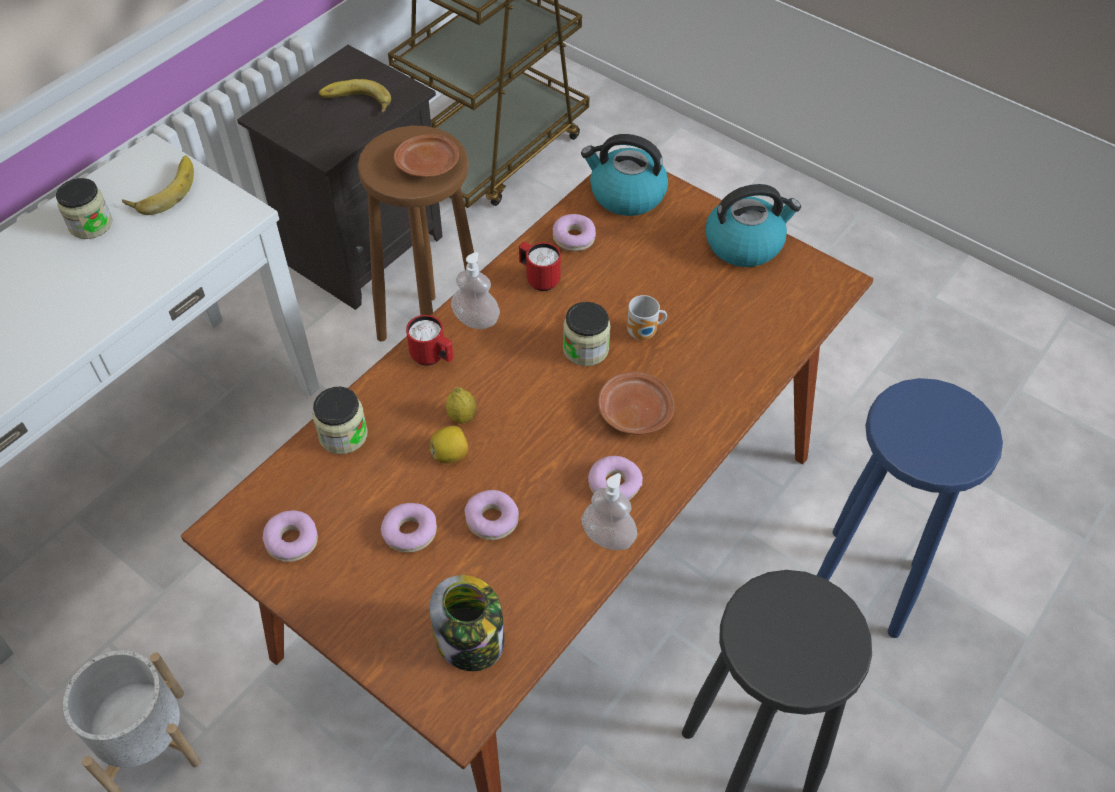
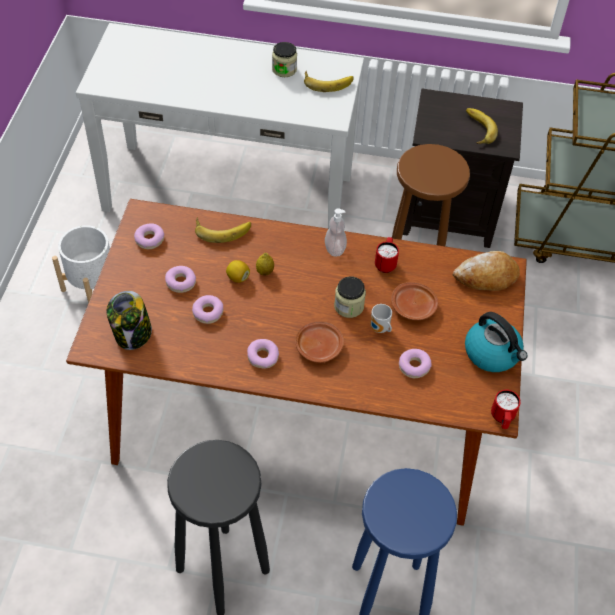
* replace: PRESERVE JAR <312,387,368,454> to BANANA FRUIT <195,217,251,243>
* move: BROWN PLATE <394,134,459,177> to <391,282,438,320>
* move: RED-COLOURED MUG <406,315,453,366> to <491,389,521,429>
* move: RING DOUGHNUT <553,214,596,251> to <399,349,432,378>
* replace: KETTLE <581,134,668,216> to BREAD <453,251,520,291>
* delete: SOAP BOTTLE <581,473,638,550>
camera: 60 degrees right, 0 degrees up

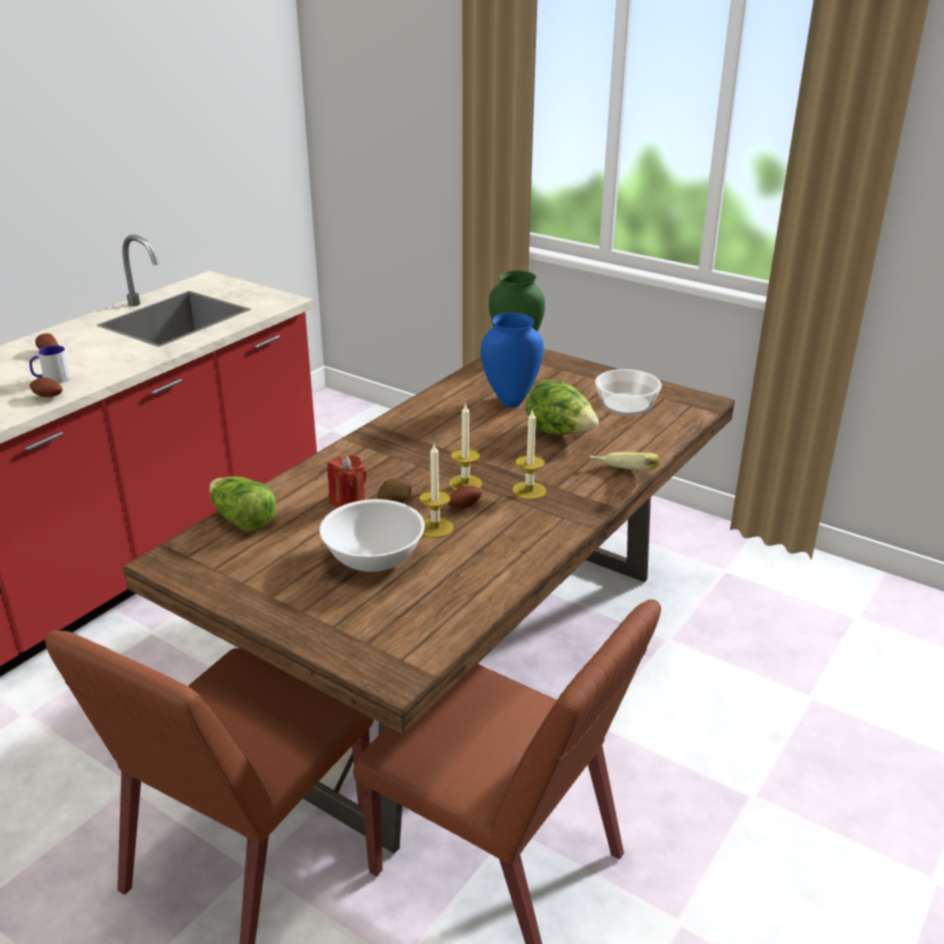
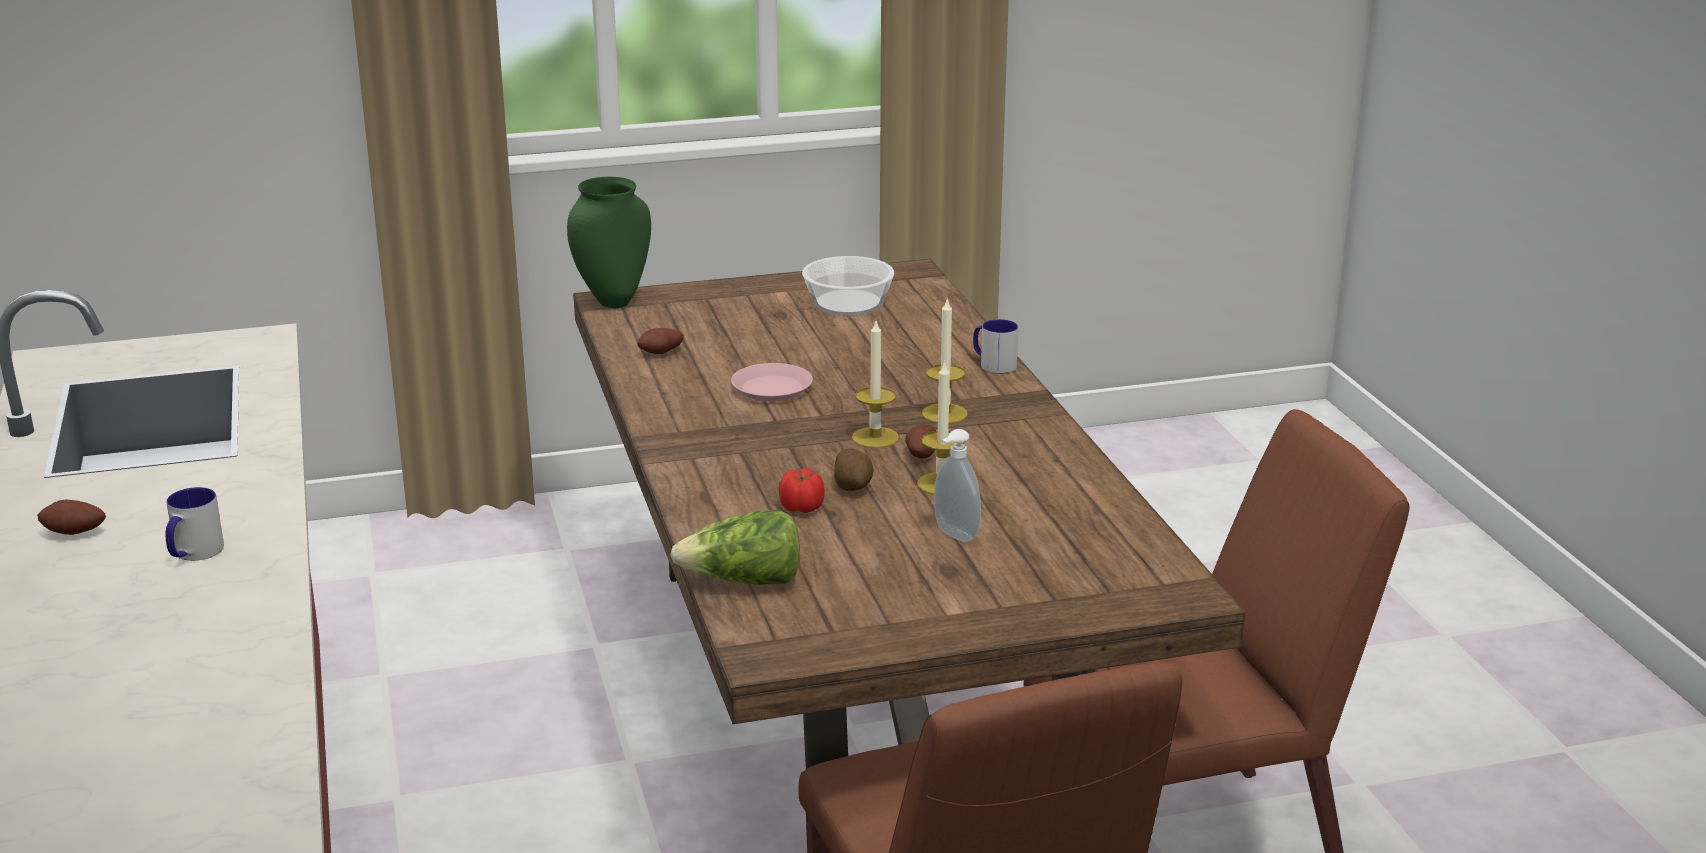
* move: SPUD <30,377,63,397> to <637,328,684,354>
* replace: WHITE DEEP DISH <320,499,425,572> to SOAP BOTTLE <934,429,981,542>
* replace: RED-COLOURED CANDLE <327,455,367,508> to WHOLE TOMATO <779,468,825,513>
* delete: BLUISH VASE <481,313,544,408>
* delete: HEAD OF LETTUCE <526,379,599,435>
* replace: BANANA FRUIT <589,452,659,470> to MUG <973,319,1018,374>
* insert: PINK-COLOURED PLATE <731,363,813,402>
camera: 50 degrees left, 5 degrees down

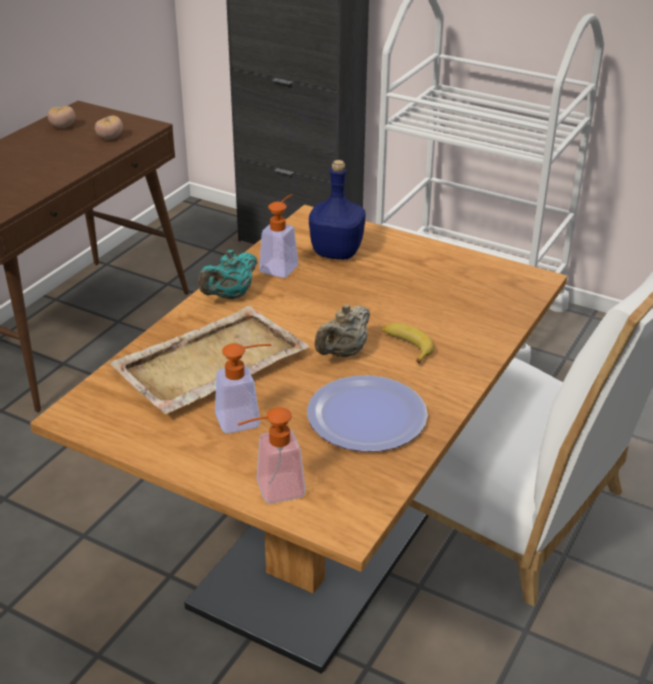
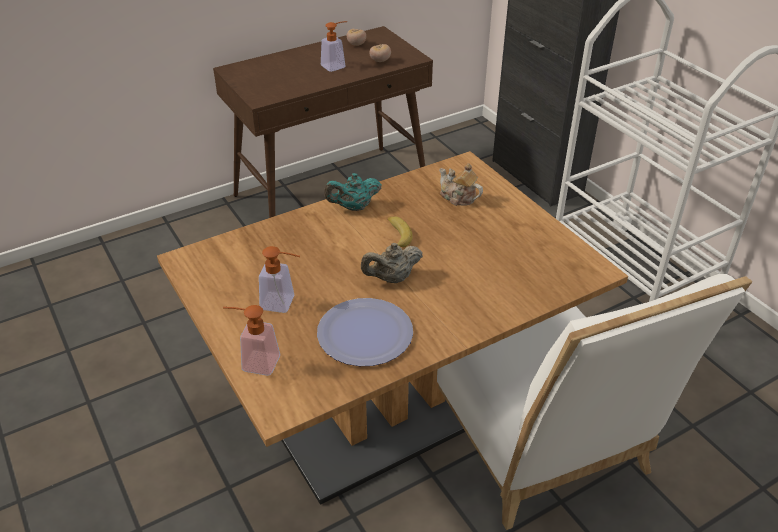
* delete: SAND-COLOURED TRAY <109,306,310,414>
* move: SOAP BOTTLE <259,194,298,278> to <321,21,348,72>
* replace: BLUISH BOTTLE <309,160,366,260> to POT FOR TEA <439,163,483,206>
* move: BANANA FRUIT <382,323,434,364> to <388,216,413,247>
camera: 30 degrees right, 5 degrees up

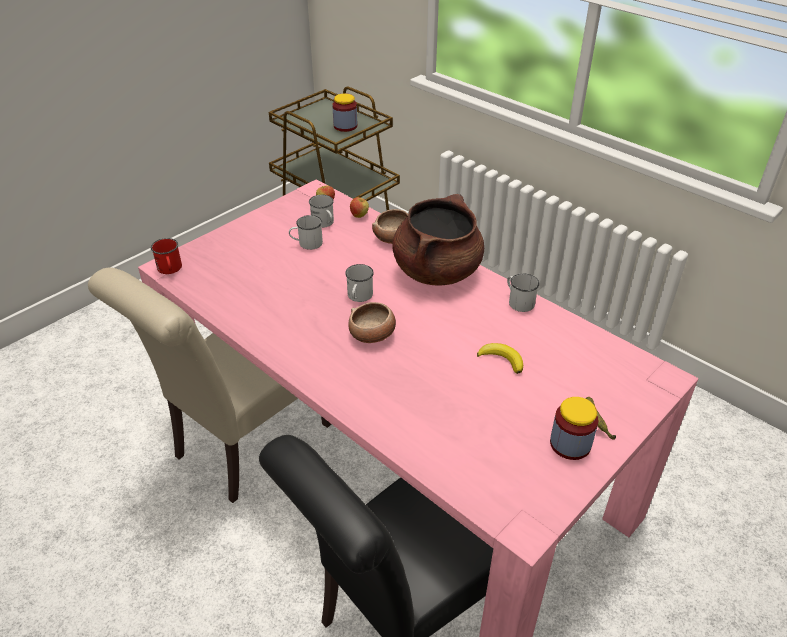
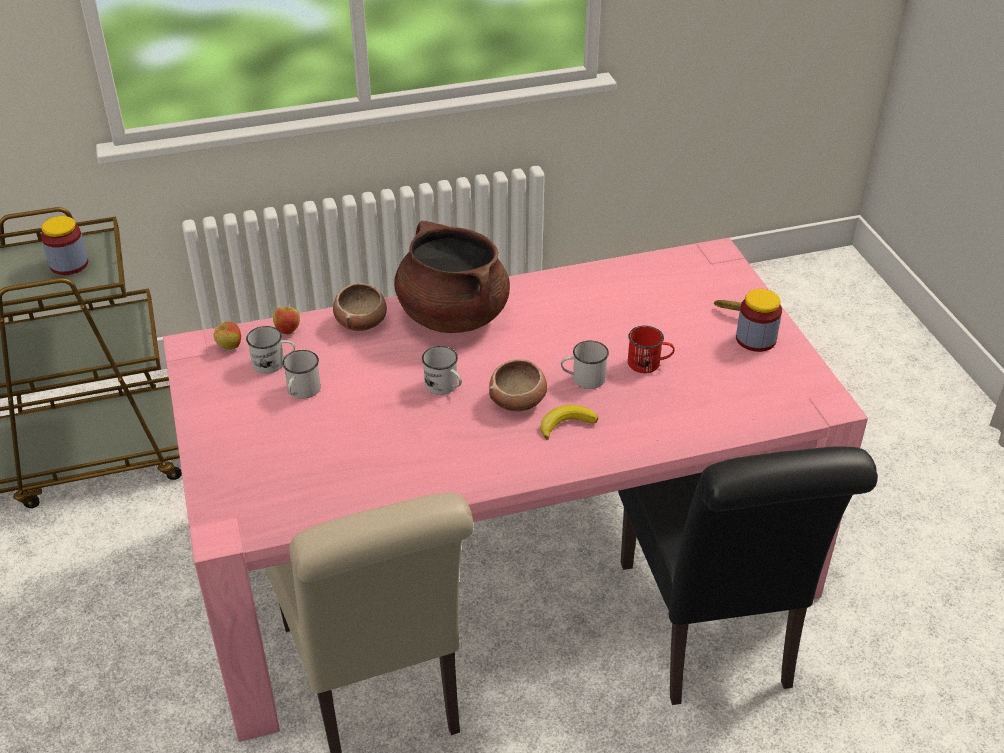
* move: RED-COLOURED MUG <151,238,182,274> to <628,326,674,373>
* move: BANANA FRUIT <477,343,523,374> to <540,405,598,440>
* move: WHITE MUG <507,273,540,312> to <561,341,609,389>
camera: 60 degrees left, 0 degrees up

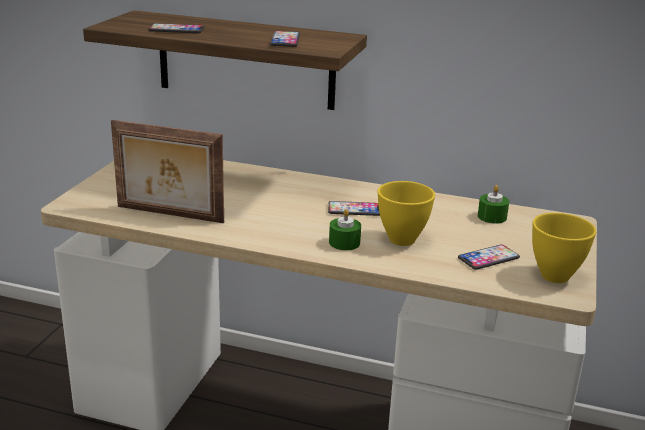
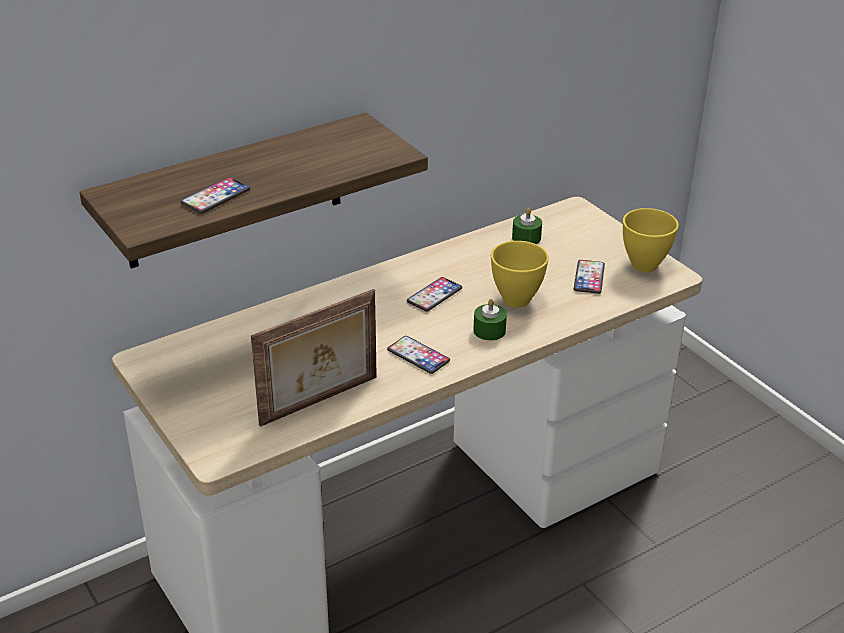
* move: TELEPHONE <270,31,300,47> to <387,336,450,374>
camera: 50 degrees left, 10 degrees up

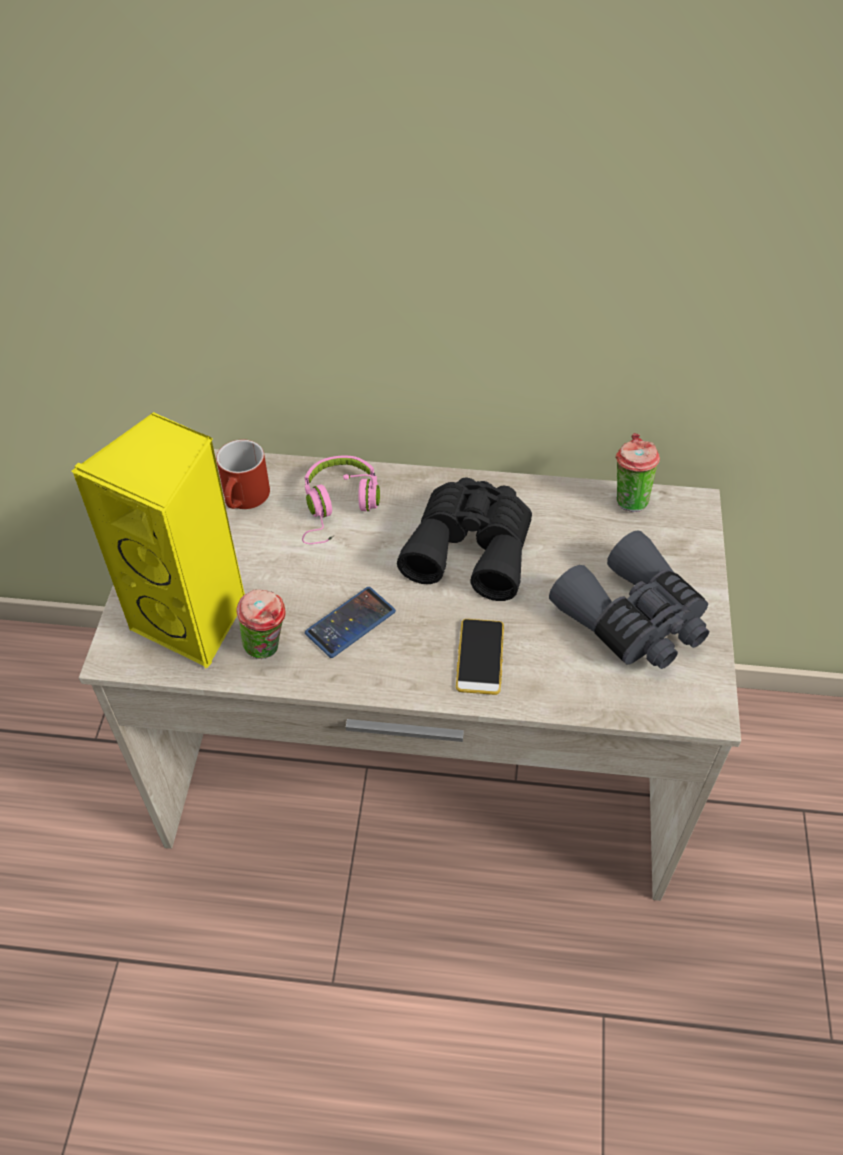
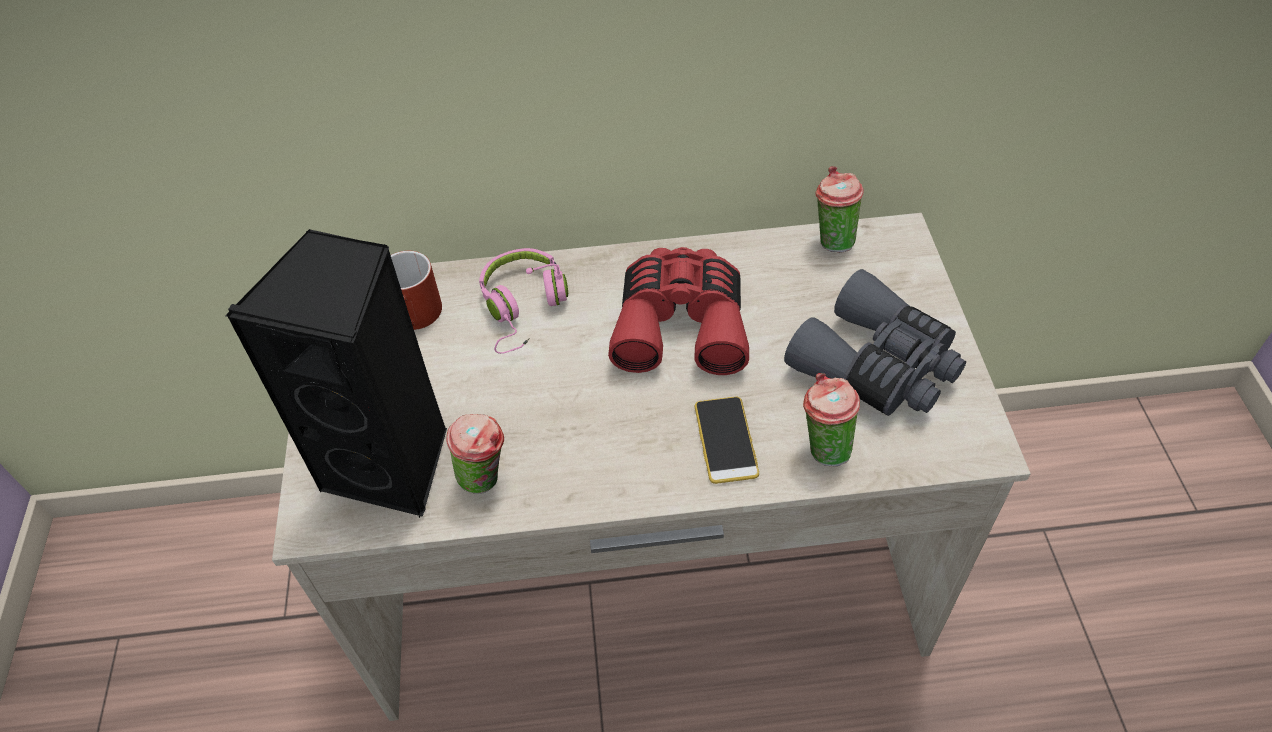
* recolor: YELLOW-COLOURED LOUDSPEAKER <71,412,245,669> to BLACKISH LOUDSPEAKER <225,229,447,518>
* delete: TELEPHONE <305,587,396,658>
* recolor: BLACKISH FIELD GLASSES <397,477,532,601> to RED-COLOURED FIELD GLASSES <608,247,749,375>
* insert: CUP <803,373,860,466>
camera: 10 degrees left, 0 degrees up

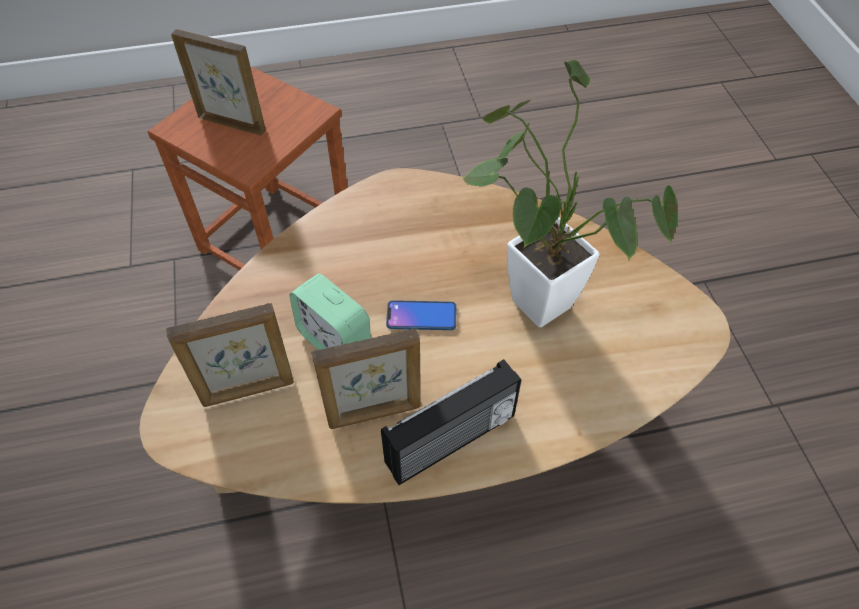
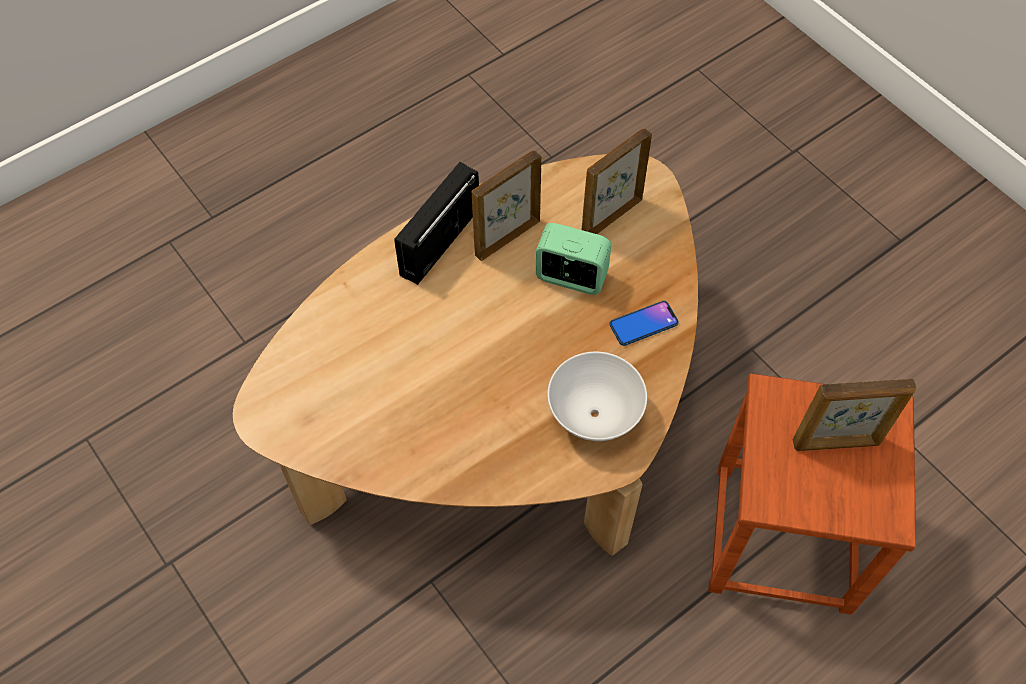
* move: TELEPHONE <386,300,456,330> to <610,301,679,346>
* delete: POTTED PLANT <461,60,678,327>
* insert: WHITE DEEP DISH <547,352,647,441>
camera: 155 degrees right, 5 degrees up

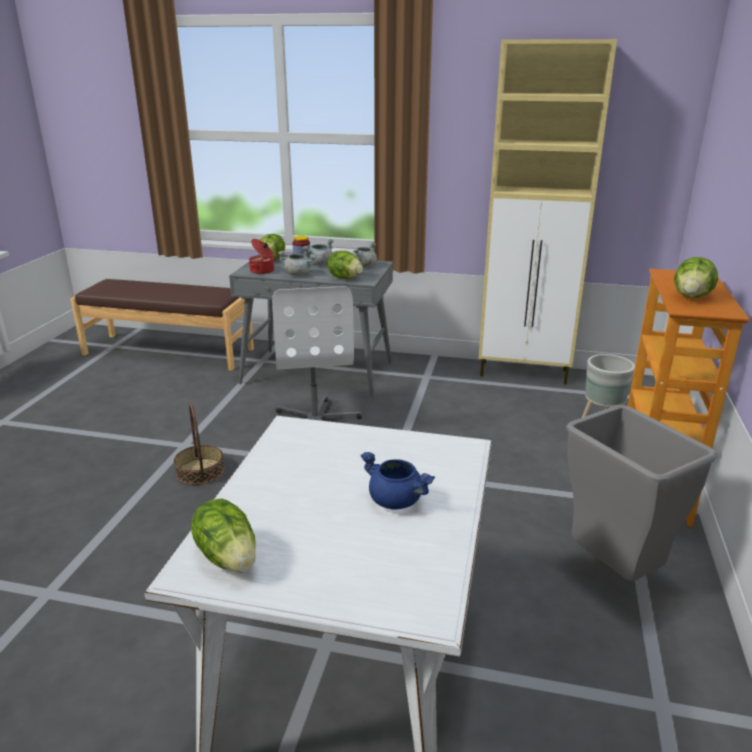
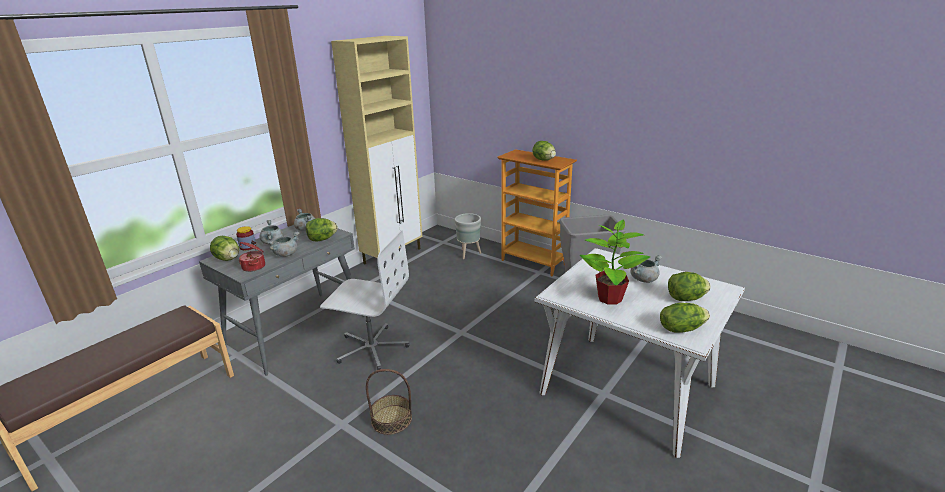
* recolor: BLUISH SAUCEPOT <361,452,435,509> to GREY SAUCEPOT <630,255,662,283>
* insert: POTTED PLANT <580,220,650,305>
* insert: HEAD OF LETTUCE <668,272,711,301>
camera: 65 degrees left, 0 degrees up

